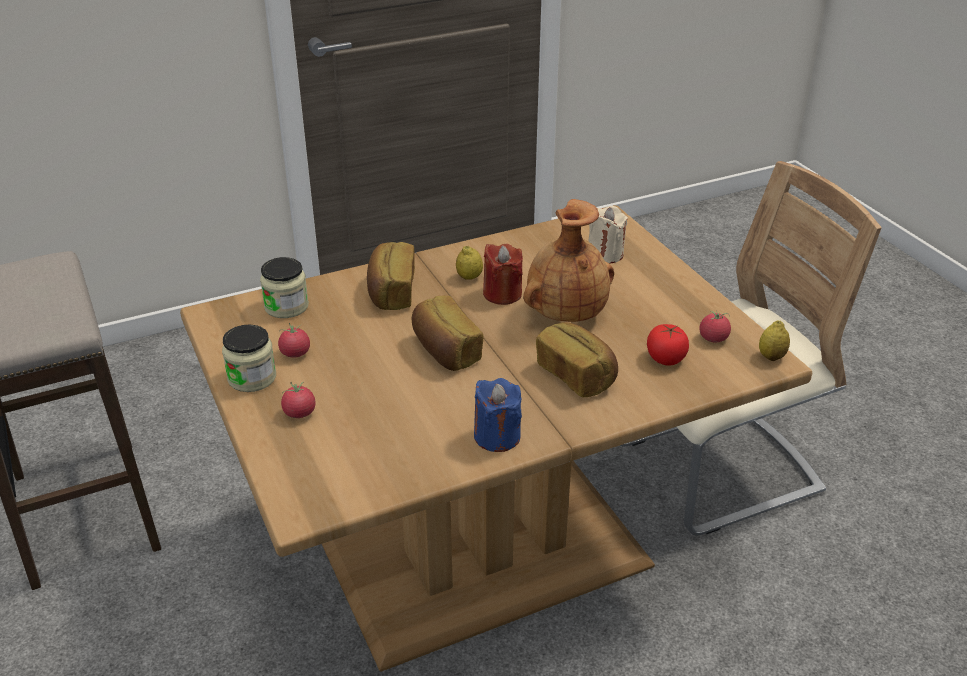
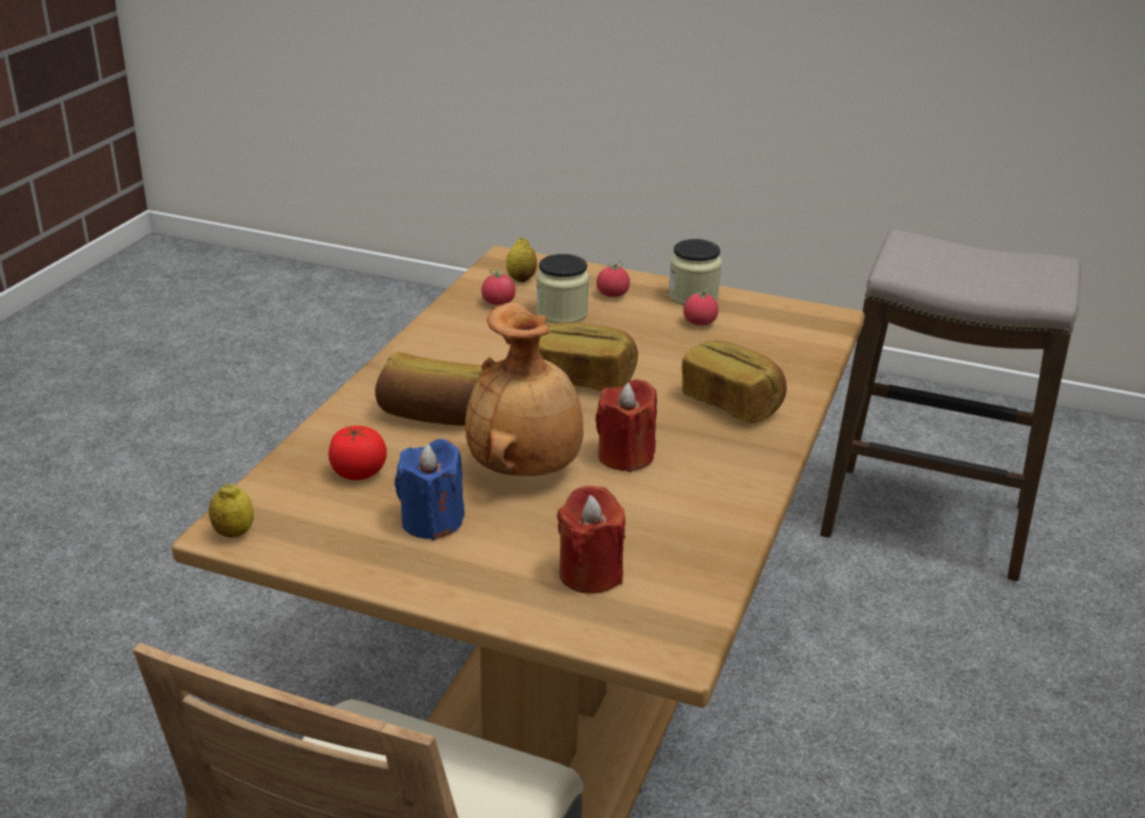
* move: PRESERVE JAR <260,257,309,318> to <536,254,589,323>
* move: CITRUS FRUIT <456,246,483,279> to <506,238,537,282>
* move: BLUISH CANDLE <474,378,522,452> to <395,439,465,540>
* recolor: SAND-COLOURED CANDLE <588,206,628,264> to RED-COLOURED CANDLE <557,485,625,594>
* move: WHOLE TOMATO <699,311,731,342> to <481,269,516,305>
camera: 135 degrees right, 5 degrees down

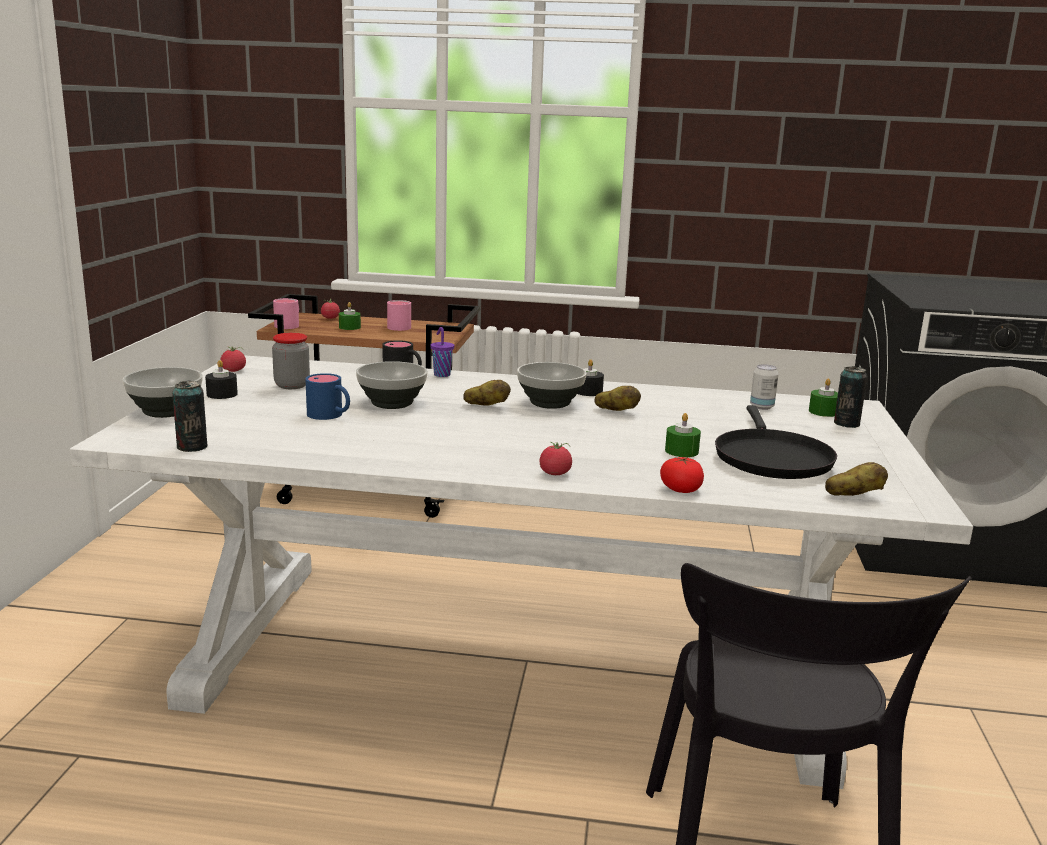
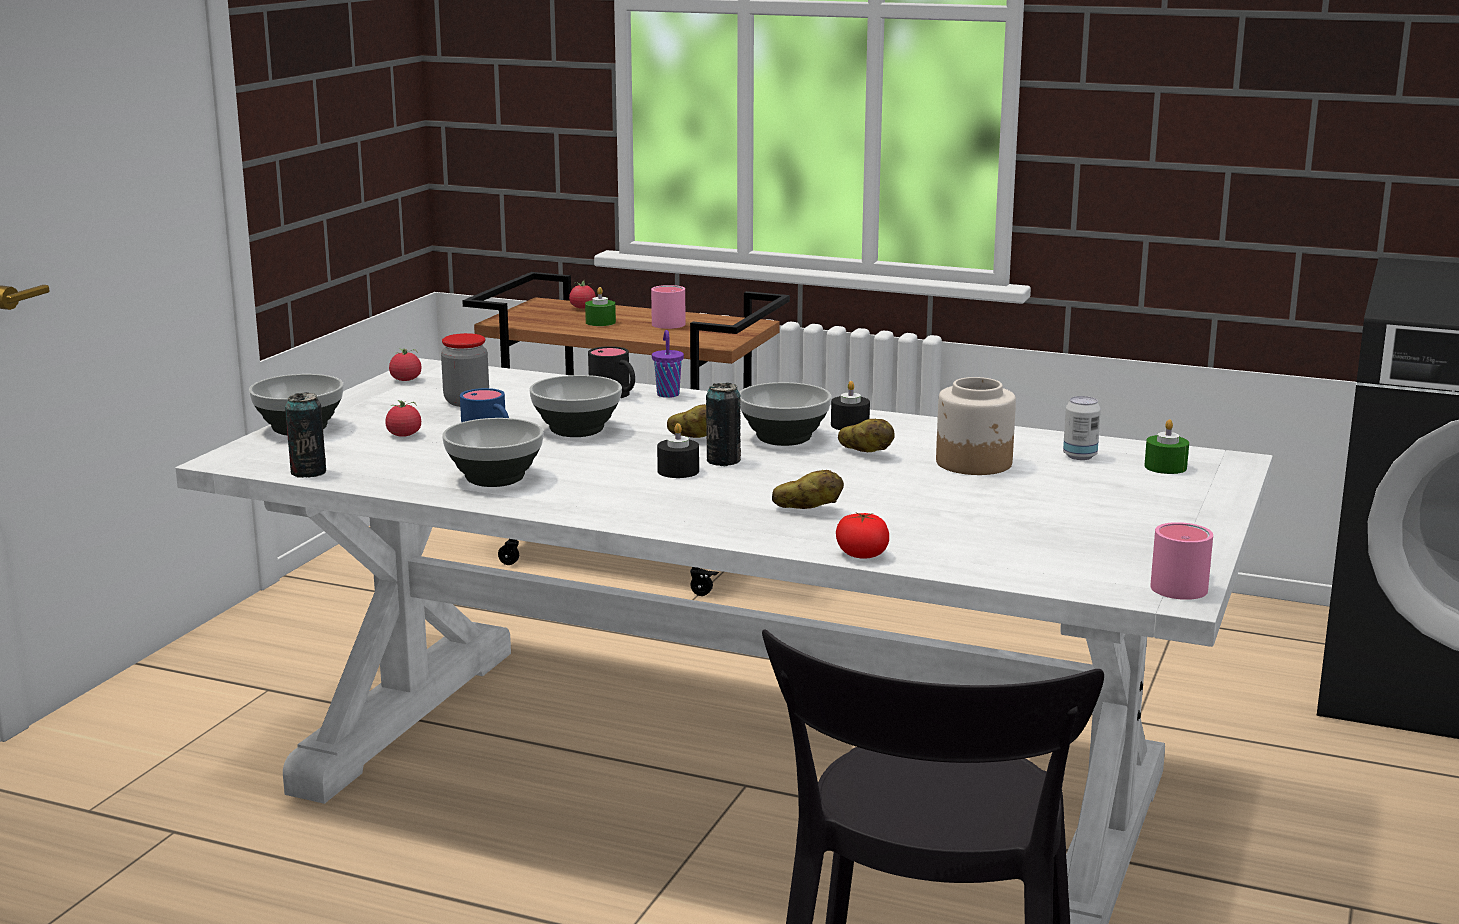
* move: BLACKISH CANDLE <205,360,238,399> to <657,423,699,478>
* move: PINK-COLOURED MUG <273,298,299,329> to <1150,522,1213,600>
* move: WHOLE TOMATO <540,442,572,475> to <385,400,421,437>
* delete: GREEN-COLOURED CANDLE <665,413,701,457>
* delete: BLACKISH SKILLET <715,405,837,479>
* move: SPUD <825,462,888,496> to <772,470,844,509>
* move: CAN <834,366,867,428> to <706,383,741,466>
* insert: DEEP DISH <442,418,543,487>
* insert: PRESERVE JAR <936,377,1016,475>
camera: 15 degrees right, 0 degrees up

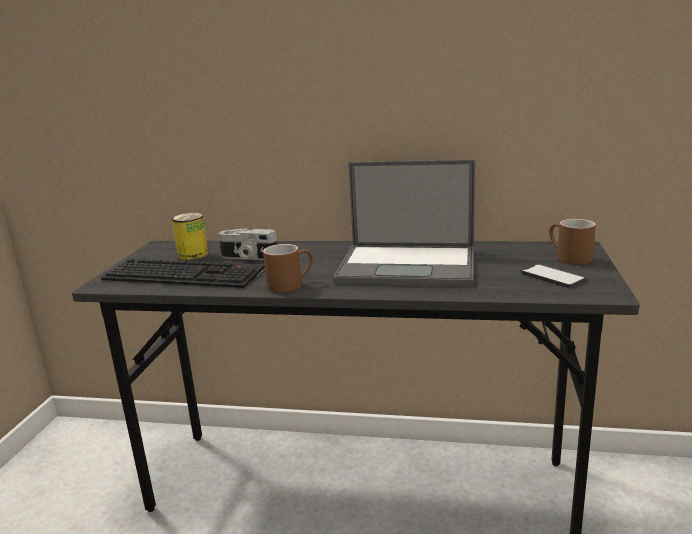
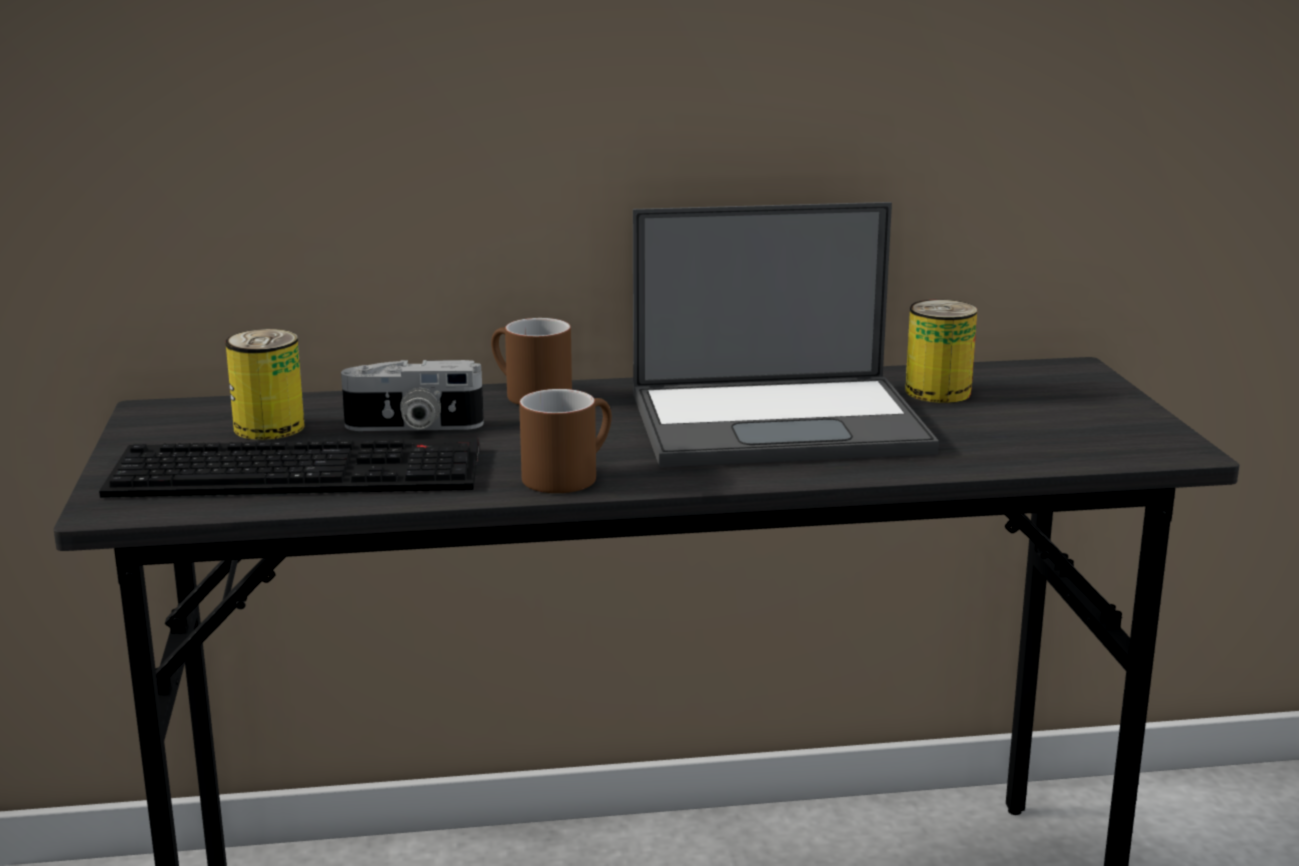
* delete: TELEPHONE <520,263,587,288>
* move: BROWN MUG <549,219,596,265> to <491,318,572,405>
* insert: CAN <905,300,977,403>
camera: 20 degrees left, 0 degrees up

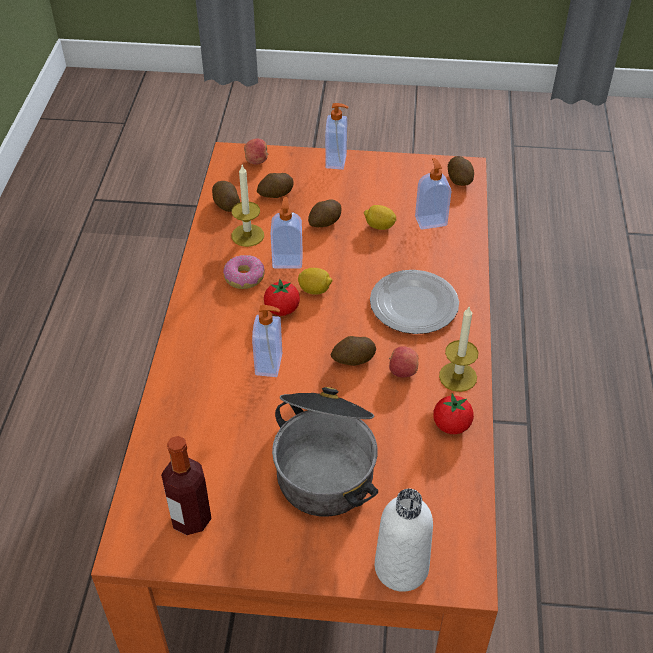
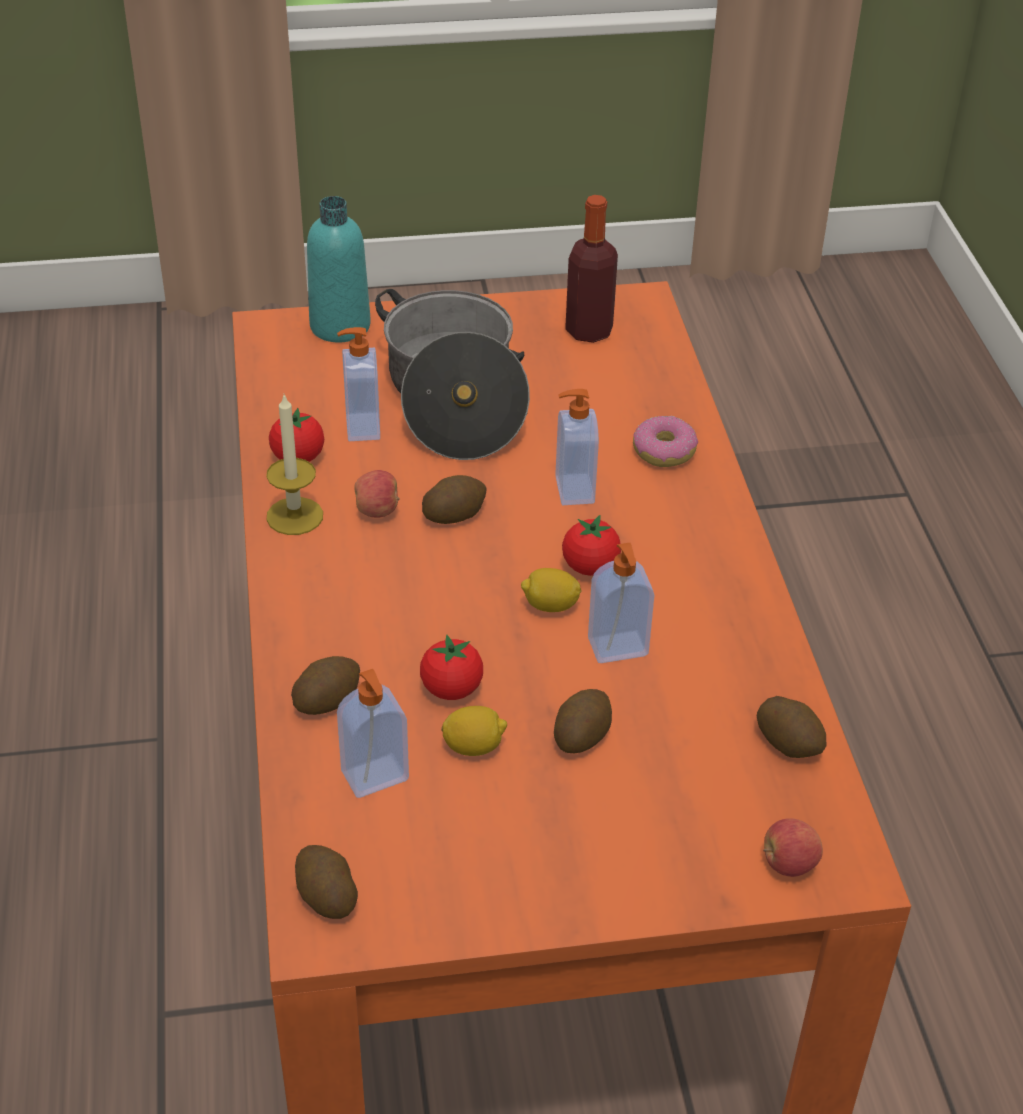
* move: RING DOUGHNUT <223,255,264,289> to <633,416,698,467>
* delete: CANDLE <232,165,264,247>
* move: SPUD <257,173,294,198> to <291,656,360,715>
* move: SOAP BOTTLE <325,103,349,170> to <337,327,380,441>
* delete: PLATE <370,270,459,334>
* recolor: WHITE BOTTLE <375,489,433,592> to BLUE-GREEN BOTTLE <307,196,371,342>
* insert: WHOLE TOMATO <420,635,483,700>
camera: 165 degrees right, 5 degrees down

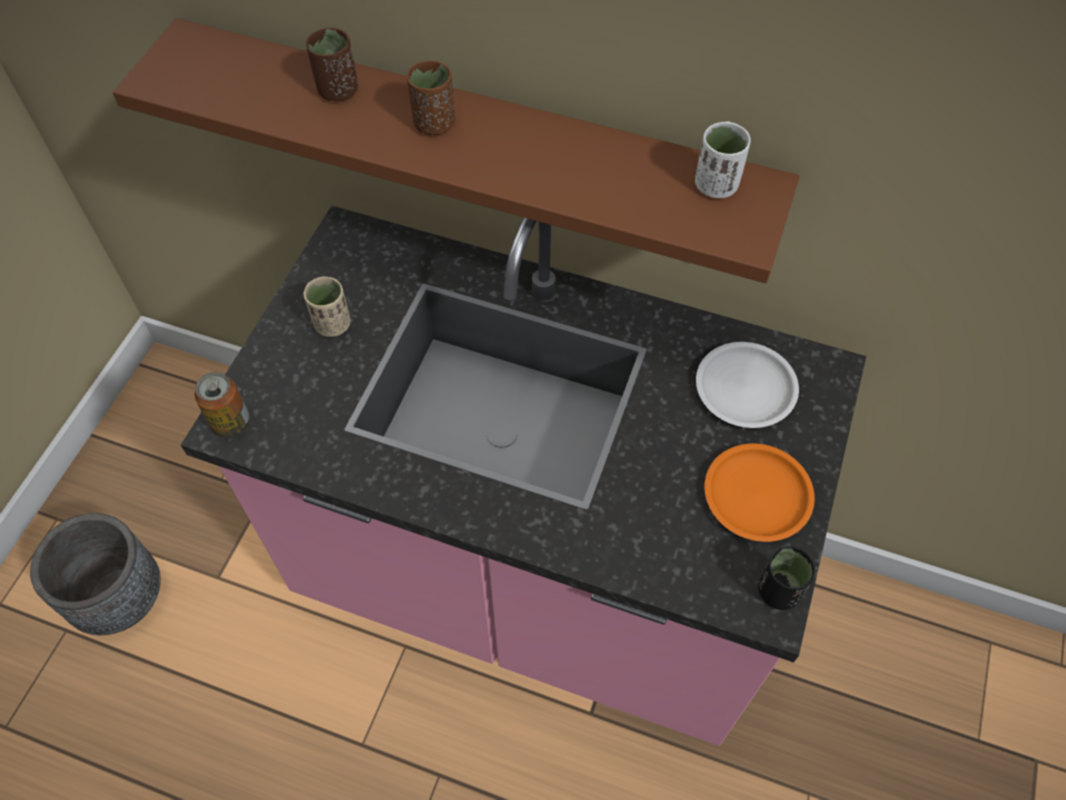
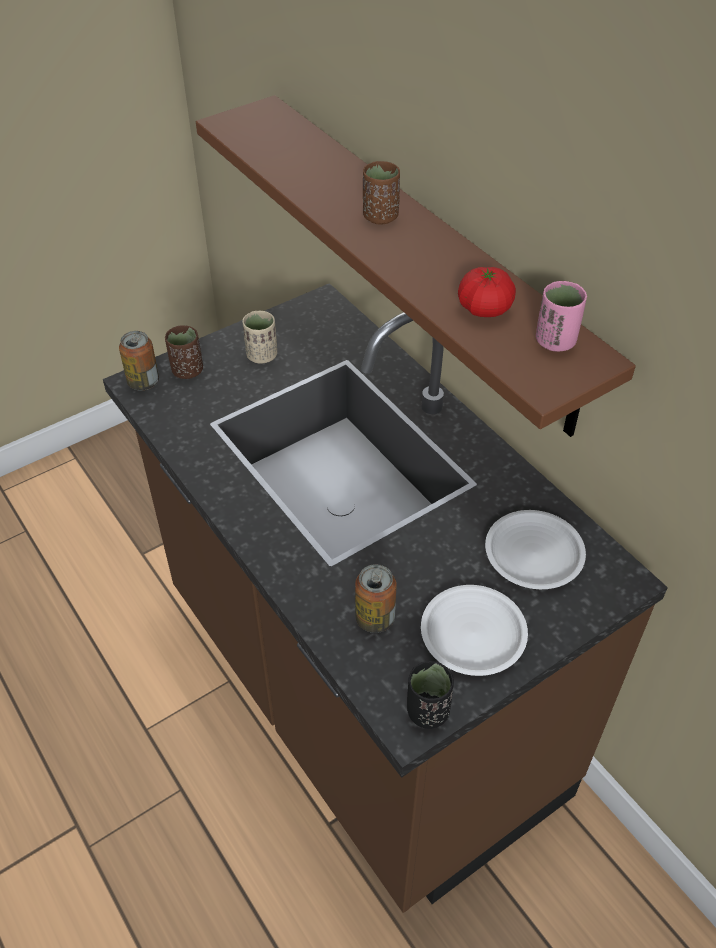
* delete: GREY PLANT POT <30,513,161,635>
* recolor: PINK-COLOURED KITCHEN BASE UNIT <181,206,866,746> to BROWN KITCHEN BASE UNIT <103,283,668,913>
* move: BROWN CUP <306,28,358,102> to <165,325,203,379>
* recolor: WHITE CUP <695,122,751,198> to PINK-COLOURED CUP <536,281,587,352>
* recolor: ORANGE-COLOURED PLATE <704,444,815,542> to WHITE PLATE <421,585,528,676>
* insert: CAN <355,564,397,633>
* insert: WHOLE TOMATO <458,267,516,317>
camera: 35 degrees right, 10 degrees down

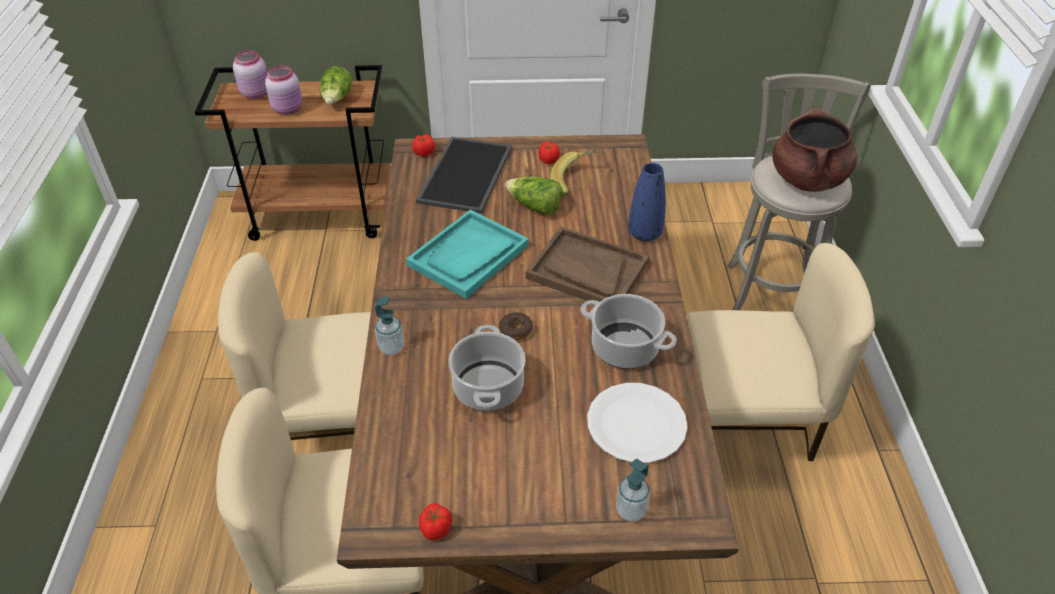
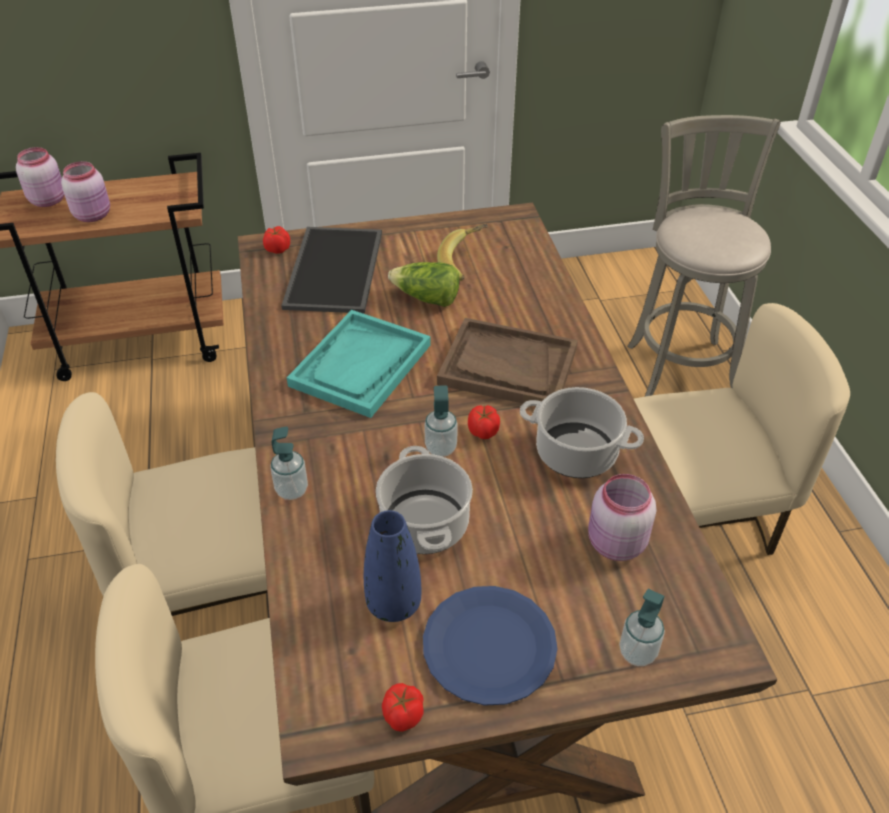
* delete: HEAD OF LETTUCE <320,66,353,104>
* replace: RING DOUGHNUT <499,312,533,340> to SOAP BOTTLE <424,385,458,457>
* move: WHOLE TOMATO <538,142,560,164> to <468,405,500,439>
* replace: WHITE PLATE <587,383,687,463> to PINK-COLOURED PRESERVE JAR <588,474,656,561>
* move: BLUISH VASE <628,163,666,241> to <364,510,421,622>
* delete: BROWN SAUCEPOT <772,108,857,192>
* insert: BLUISH PLATE <423,586,558,706>
camera: 10 degrees left, 0 degrees up

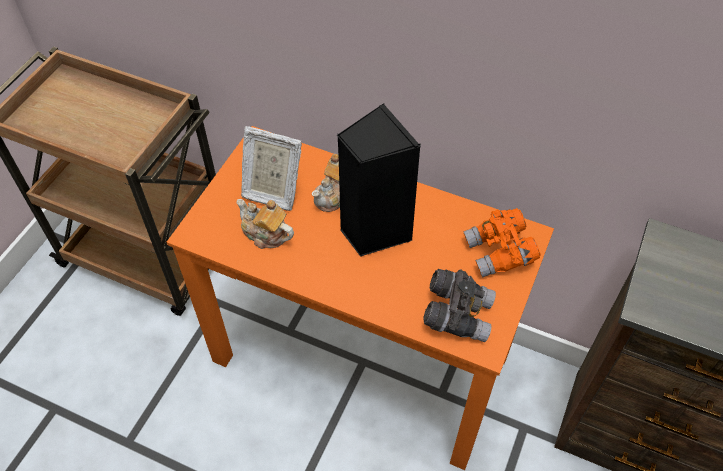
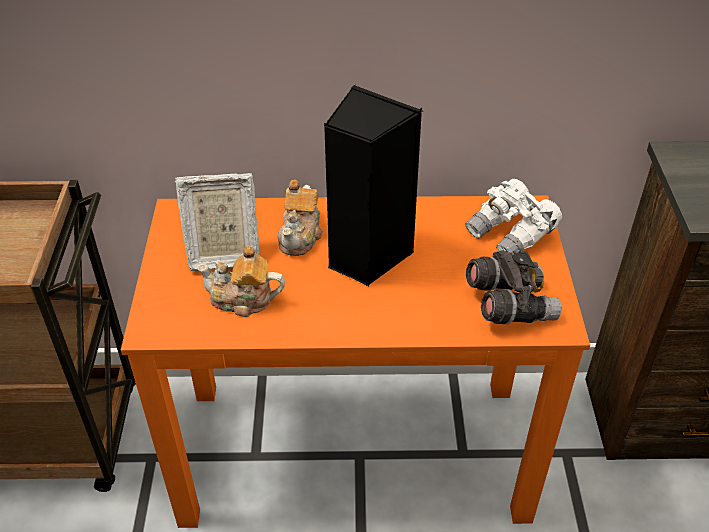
* recolor: ORANGE-COLOURED FIELD GLASSES <463,208,541,278> to WHITE FIELD GLASSES <466,179,562,253>
camera: 25 degrees left, 10 degrees down

